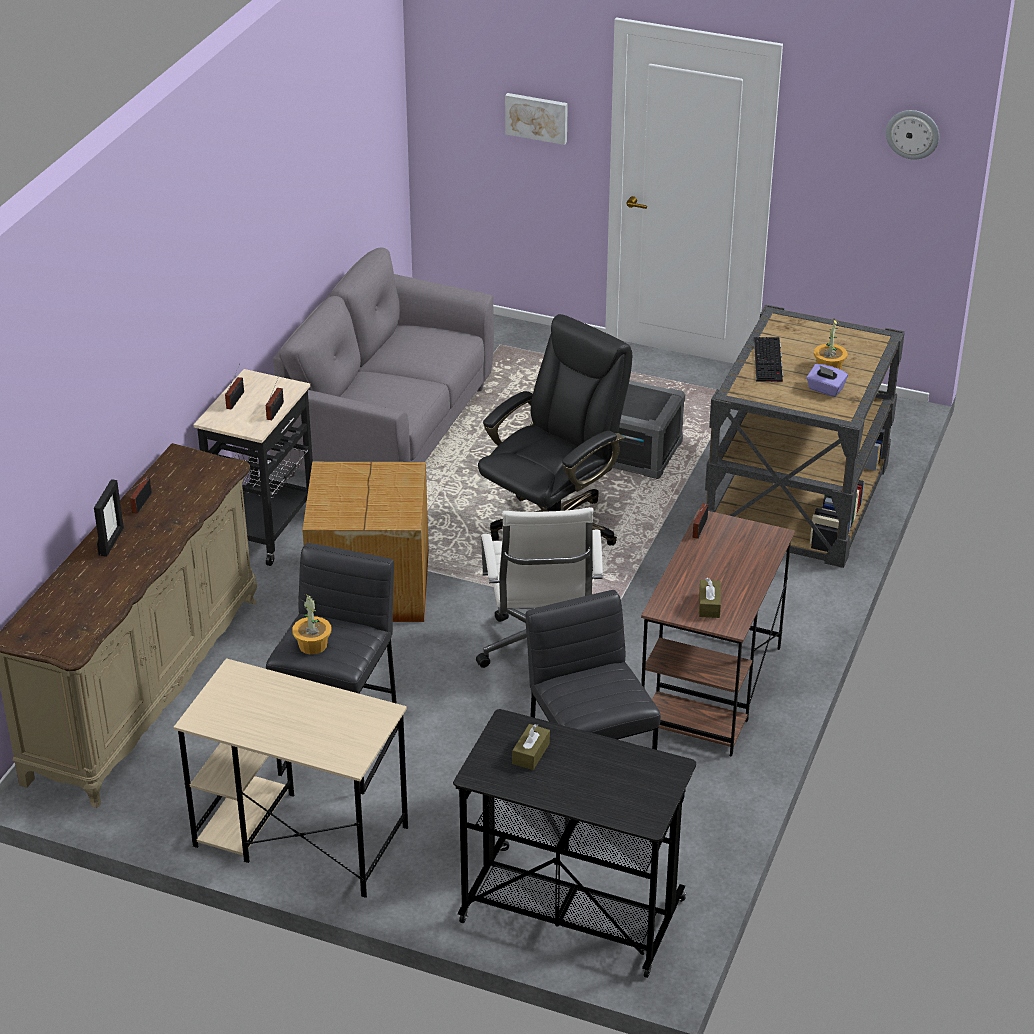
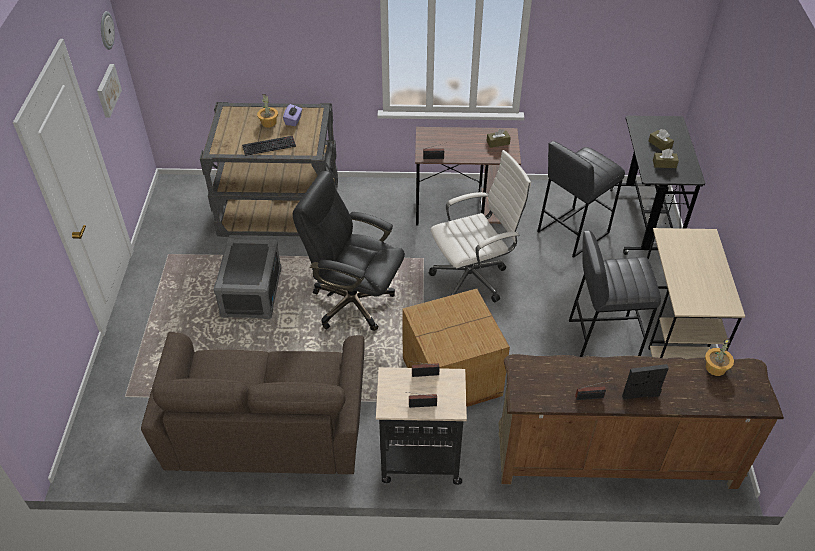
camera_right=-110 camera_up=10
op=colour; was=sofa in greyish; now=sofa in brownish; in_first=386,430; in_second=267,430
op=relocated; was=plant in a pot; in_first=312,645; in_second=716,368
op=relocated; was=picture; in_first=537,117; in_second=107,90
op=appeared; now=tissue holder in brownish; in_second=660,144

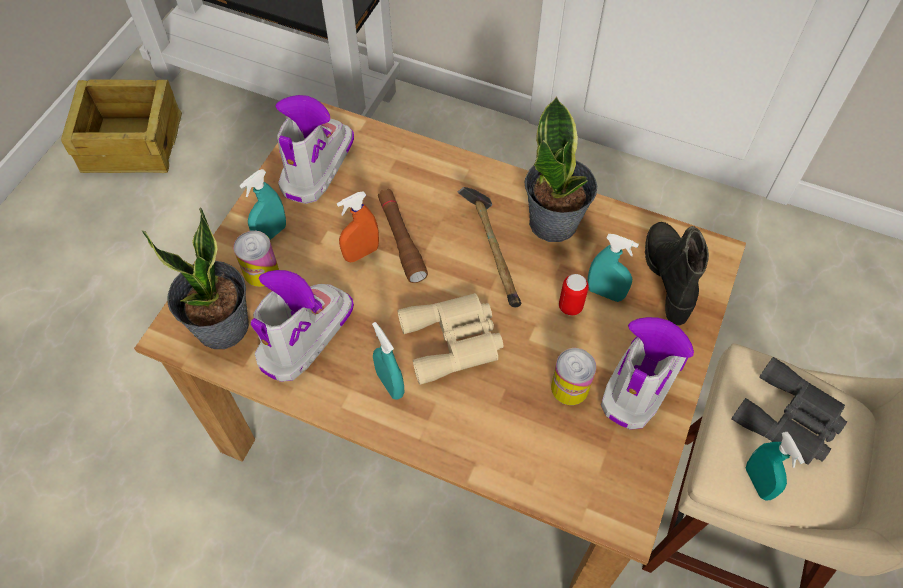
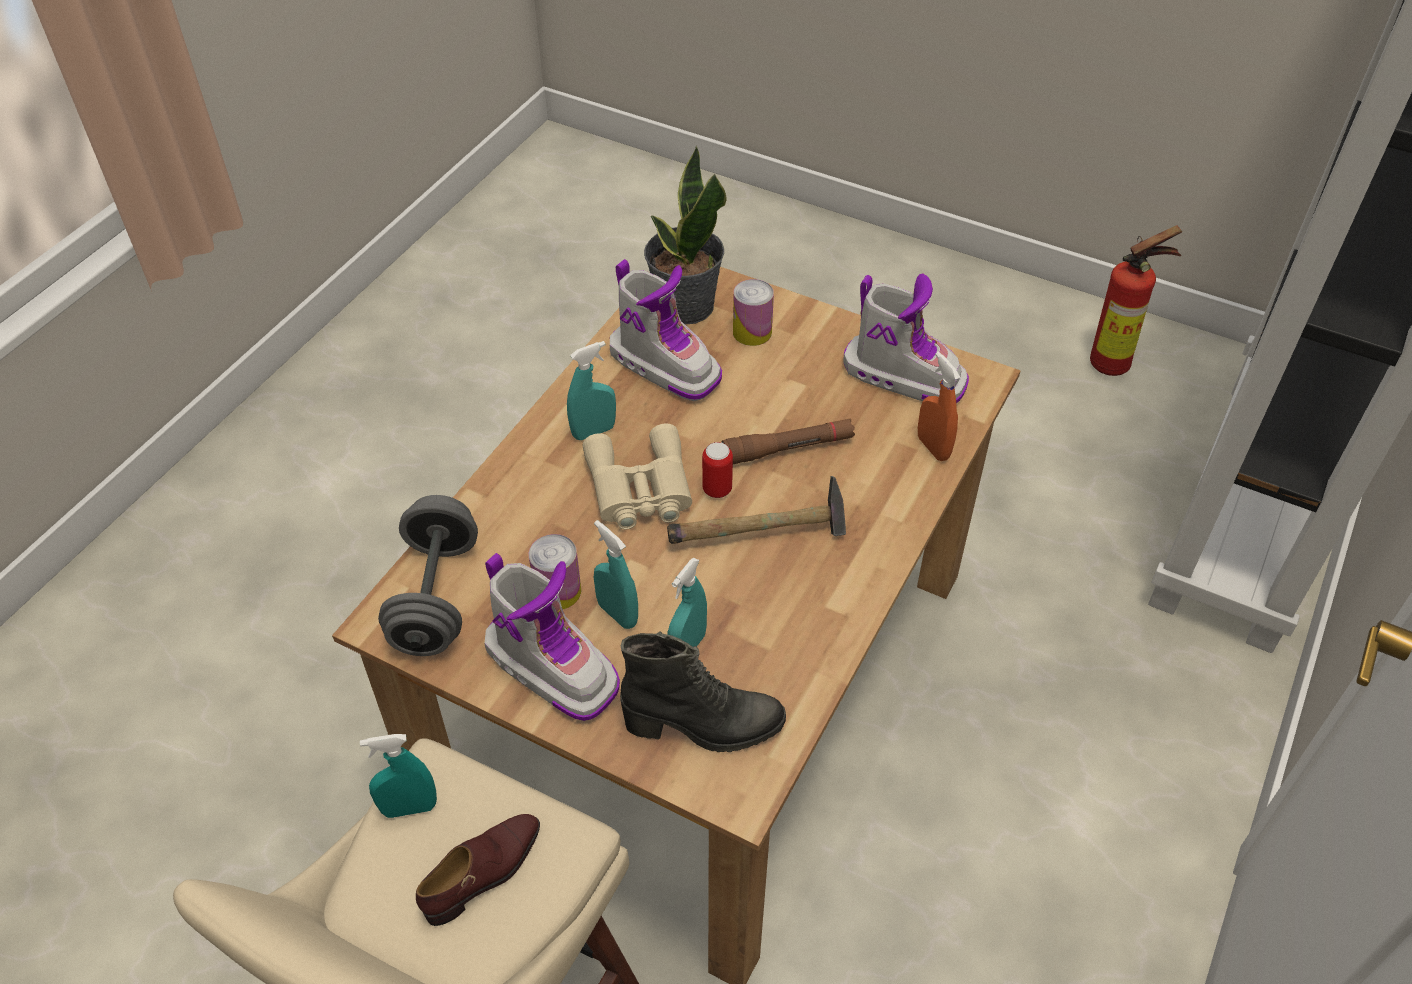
camera_right=95 camera_up=-10
op=exchanged; was=packing crate; now=fire extinguisher; in_first=131,142; in_second=1115,364
op=relocated; was=hand sprayer in turquoise; in_first=271,234; in_second=617,614
op=relocated; was=hand sprayer in orangey; in_first=361,253; in_second=933,447
op=missing; was=plant in a pot; in_first=554,222
op=relocated; was=can; in_first=570,307; in_second=717,489
op=exchanged; was=binoculars in greyish; now=item of footwear in brownish; in_first=790,420; in_second=484,873
op=appeared; now=free weight in greyish; in_second=435,597

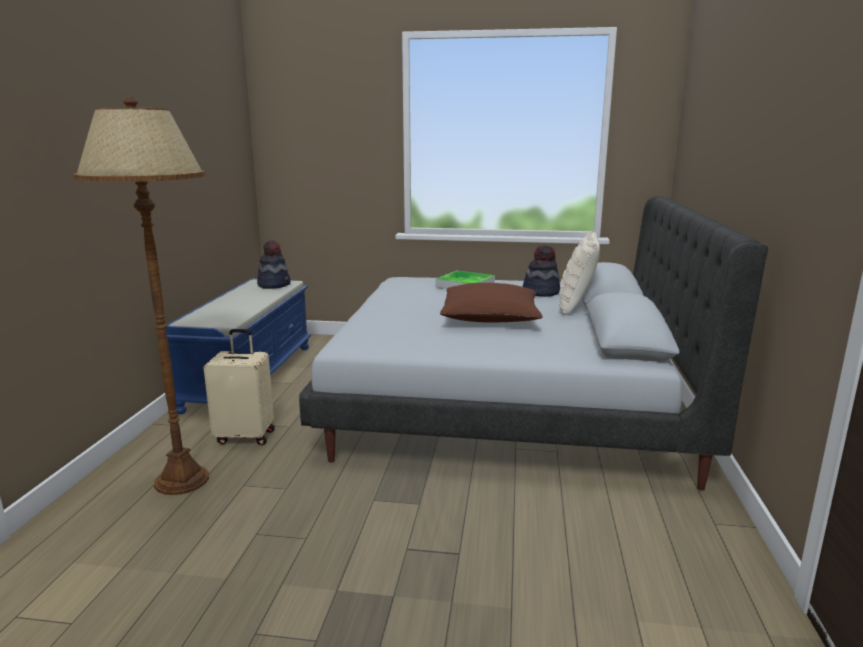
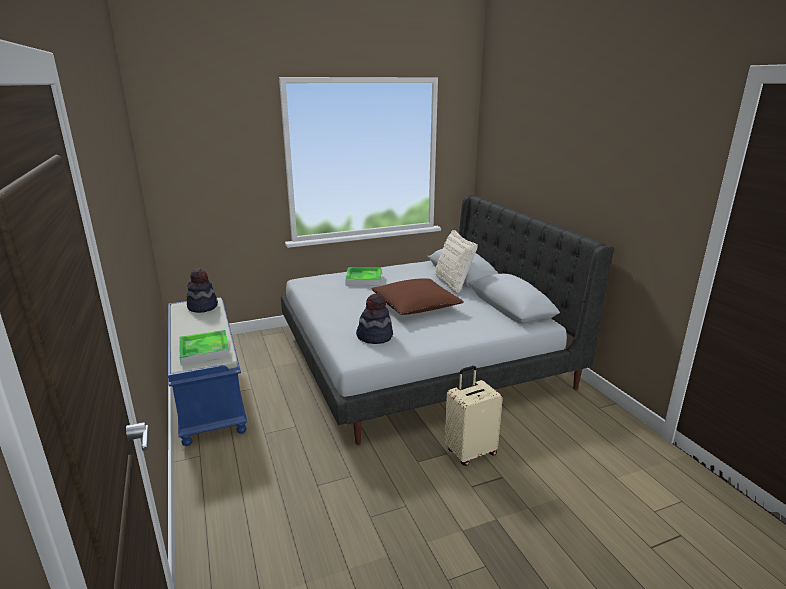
camera_right=-30 camera_up=5
op=missing; was=standard lamp in brownish; in_first=182,480
op=relocated; was=piece of luggage in beige-coloured; in_first=246,436; in_second=470,452
op=relocated; was=hat; in_first=541,292; in_second=375,336
op=appeared; now=serving tray; in_second=204,350

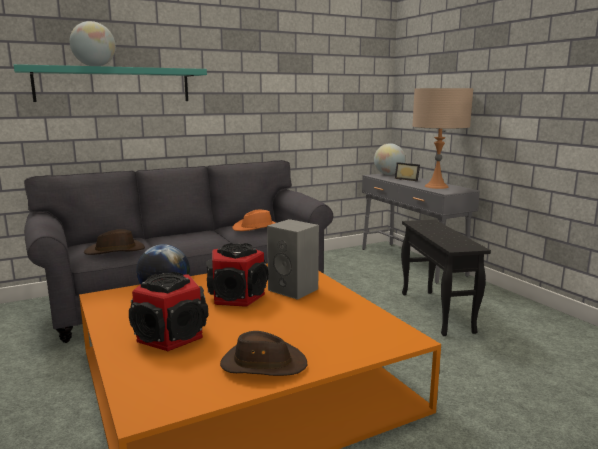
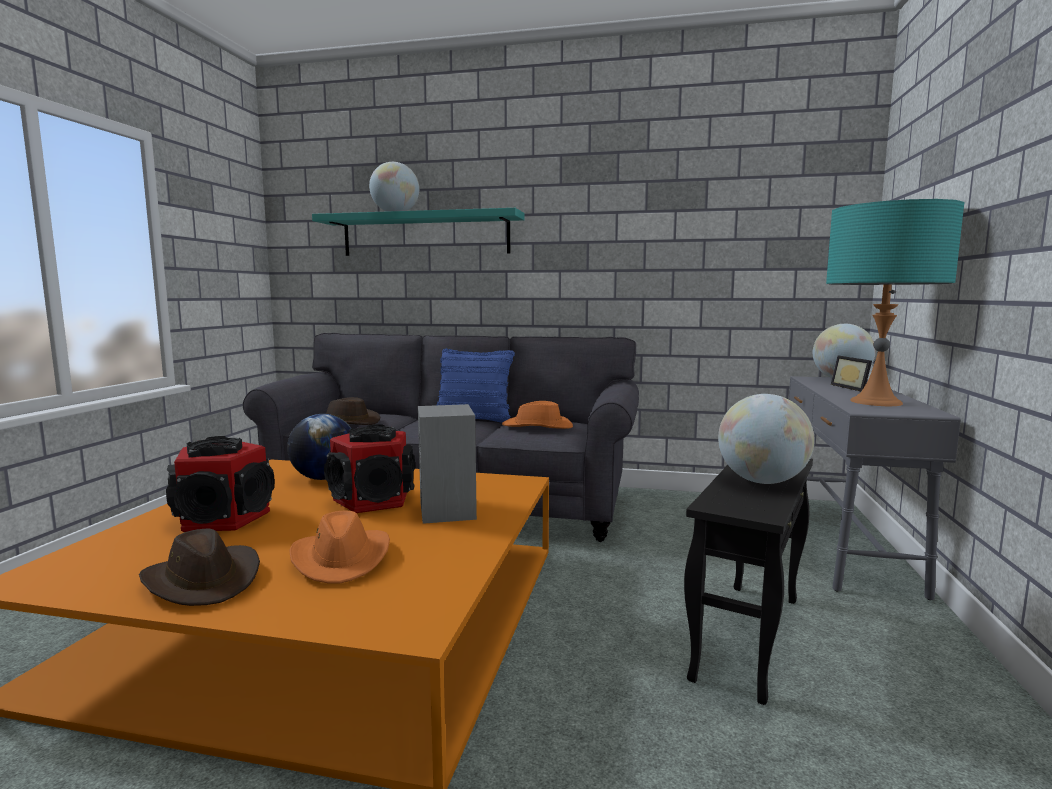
camera_right=40 camera_up=-5
op=colour; was=lamp for a table in beige-coloured; now=lamp for a table in turquoise; in_first=436,186; in_second=876,402
op=appeared; now=hat in orangey; in_second=342,559
op=appeared; now=throw pillow in blue-coloured; in_second=475,420
op=appeared; now=world globe; in_second=762,481

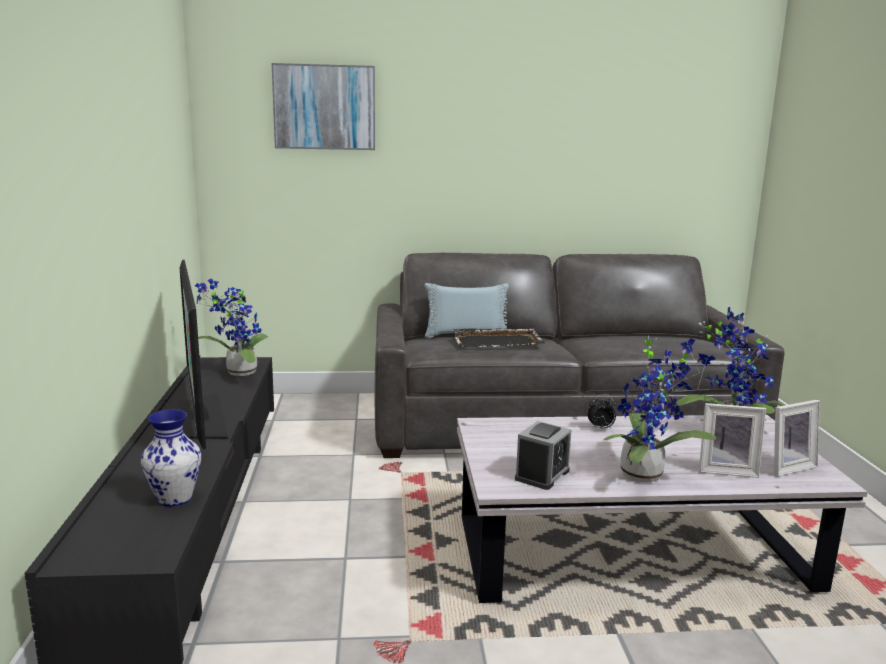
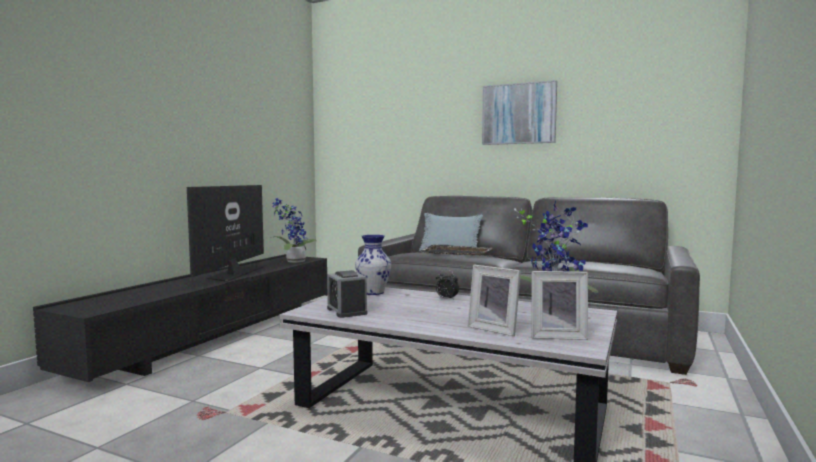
camera_right=30 camera_up=-10
op=relocated; was=decorative vase; in_first=174,499; in_second=373,292
op=relocated; was=picture; in_first=324,107; in_second=518,114
op=spun; was=bedside clock; in_first=542,475; in_second=346,311; clockwise=90
op=missing; was=plant in a pot; in_first=647,474

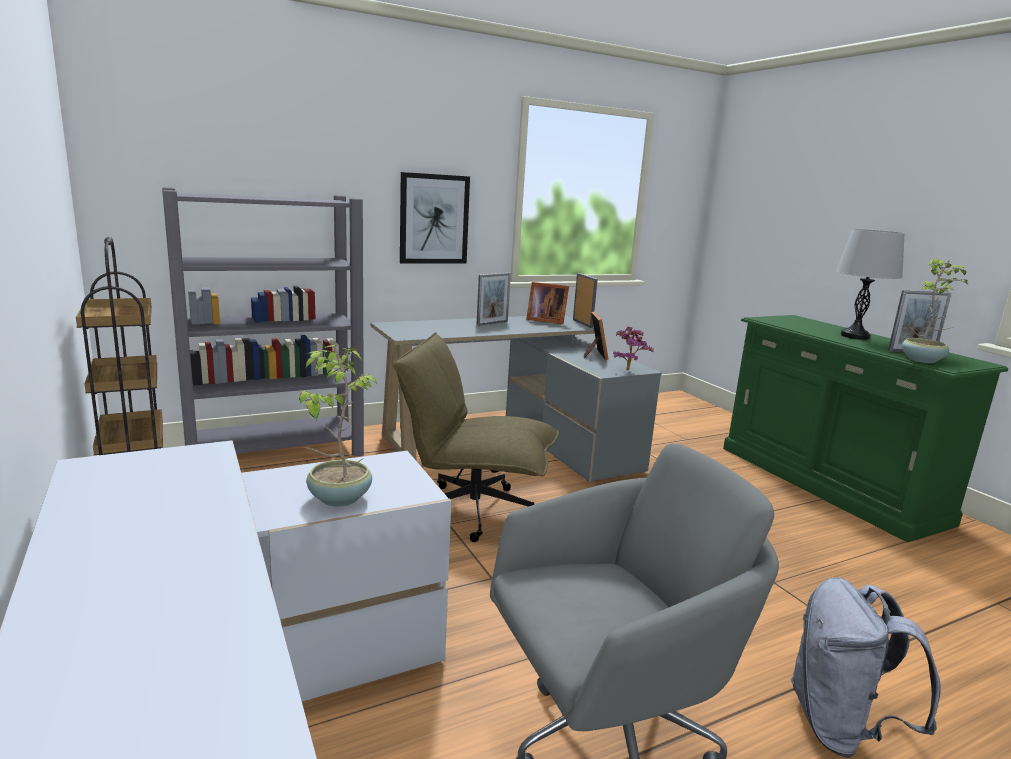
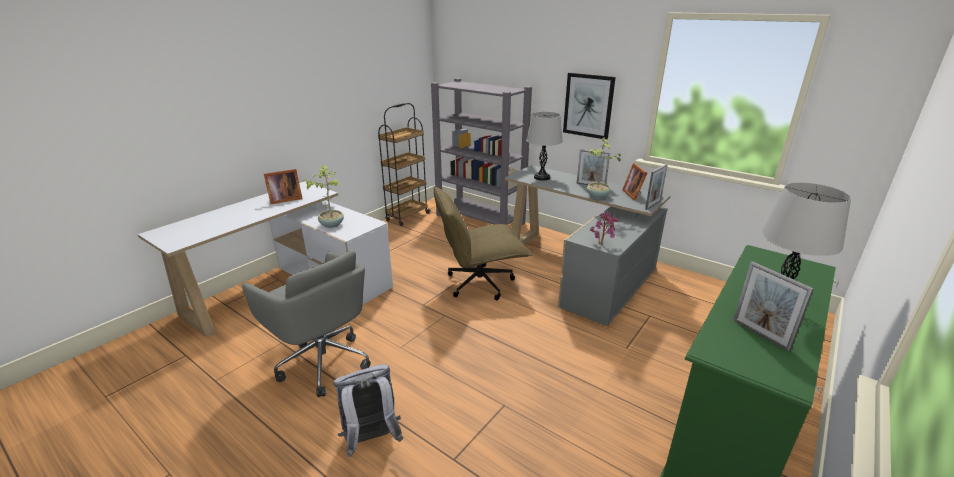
camera_right=65 camera_up=10
op=spun; was=office chair in beige-coloured; in_first=476,511; in_second=480,283; clockwise=-90
op=relocated; was=photo frame; in_first=594,355; in_second=284,199
op=relocated; was=plant in a pot; in_first=923,360; in_second=597,196
op=appeared; now=lamp for a table in greyish; in_second=541,177

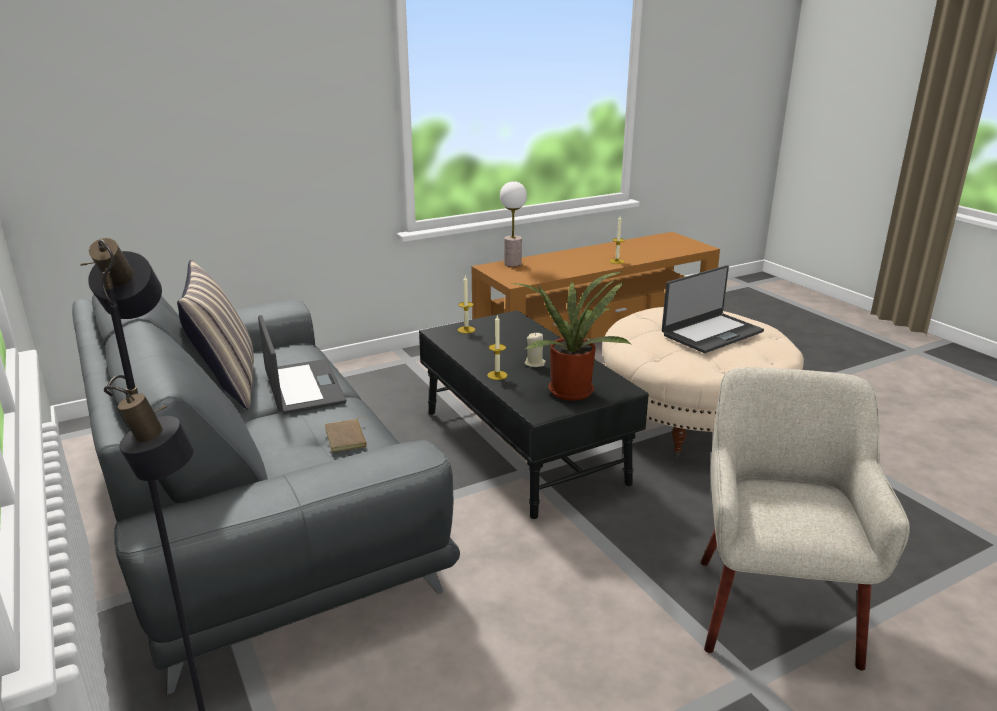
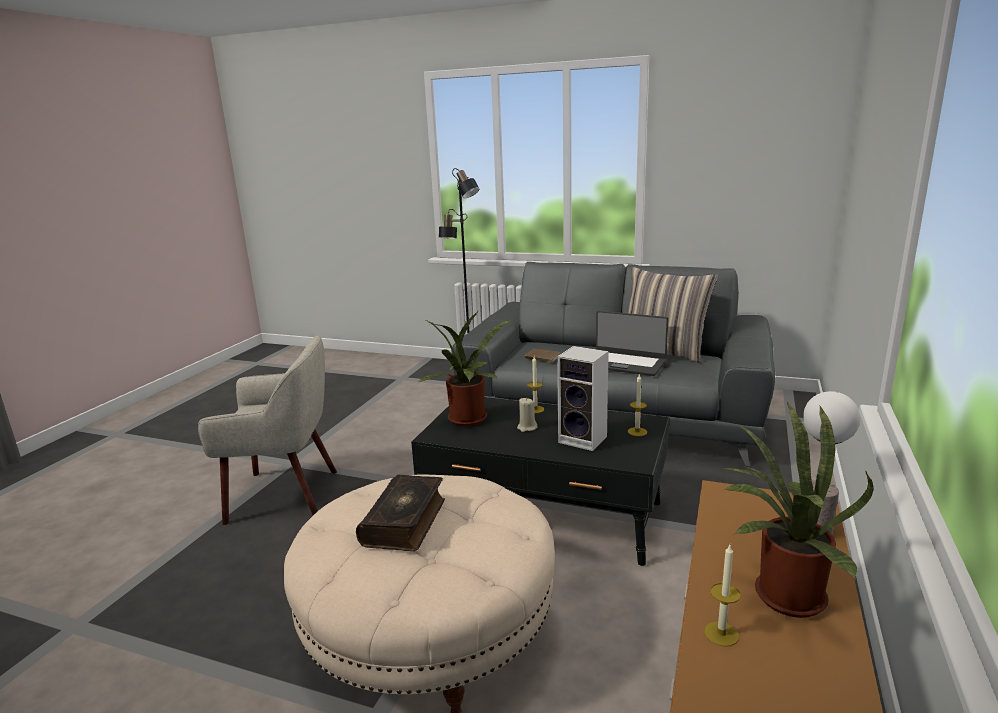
camera_right=140 camera_up=-5
op=exchanged; was=laptop; now=volume; in_first=711,333; in_second=405,522
op=spun; was=armchair in beige-coloured; in_first=772,608; in_second=285,495; clockwise=-60
op=appeared; now=audio speaker; in_second=584,439
op=appeared; now=plant in a pot; in_second=781,596

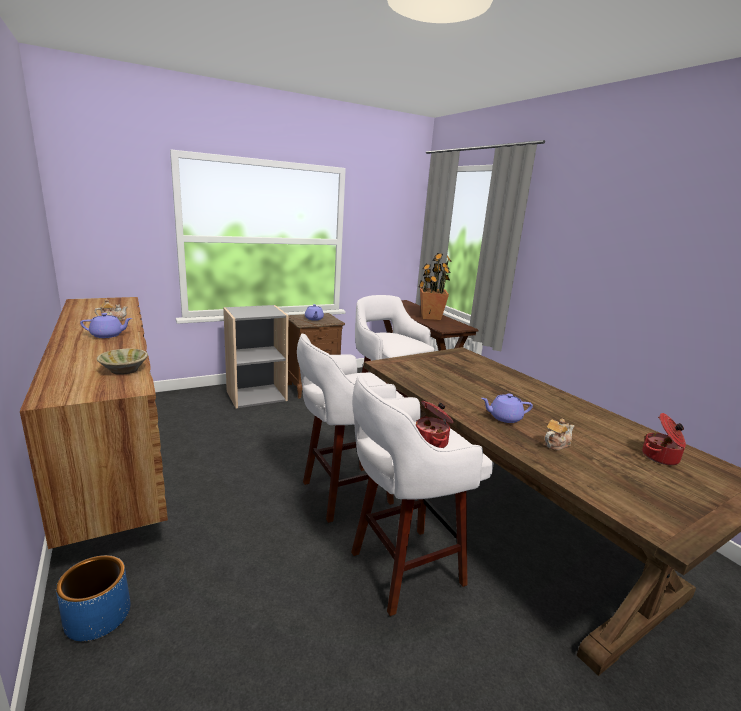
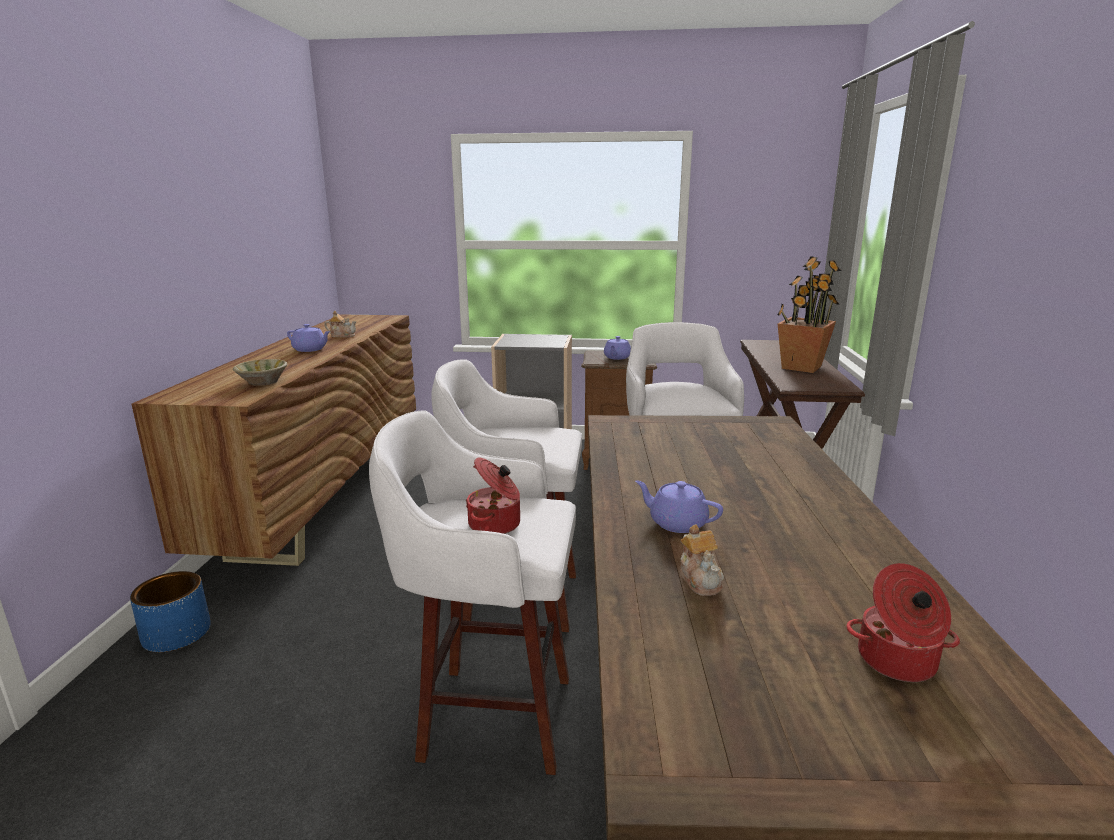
camera_right=35 camera_up=0
op=spun; was=teapot; in_first=556,444; in_second=700,579; clockwise=75

